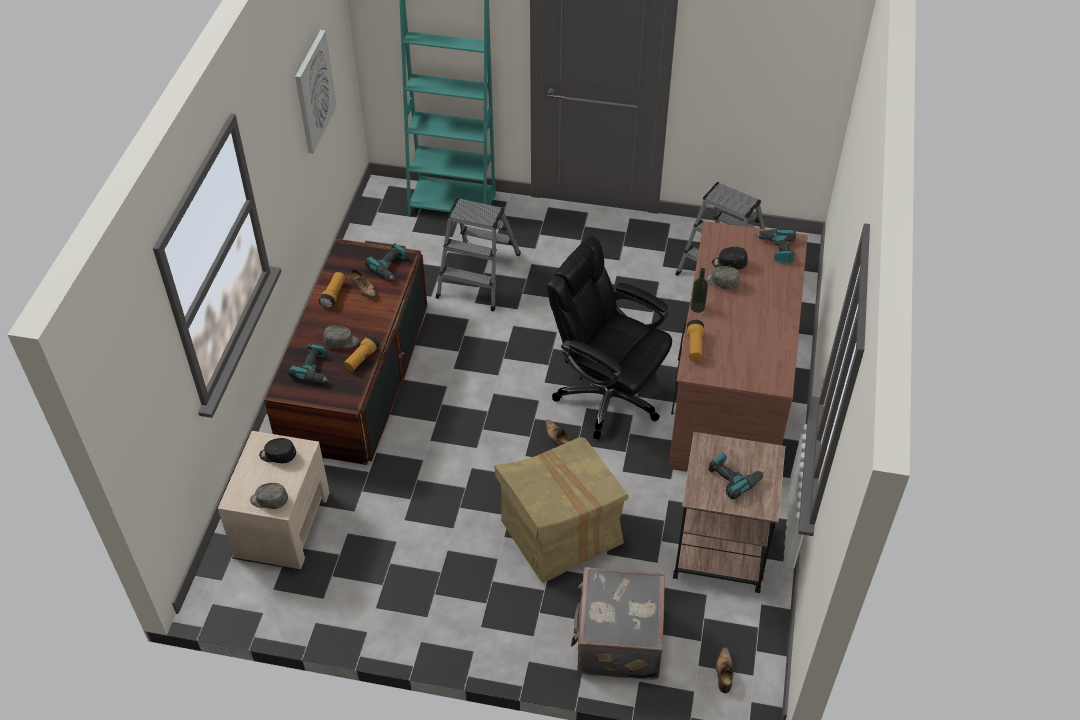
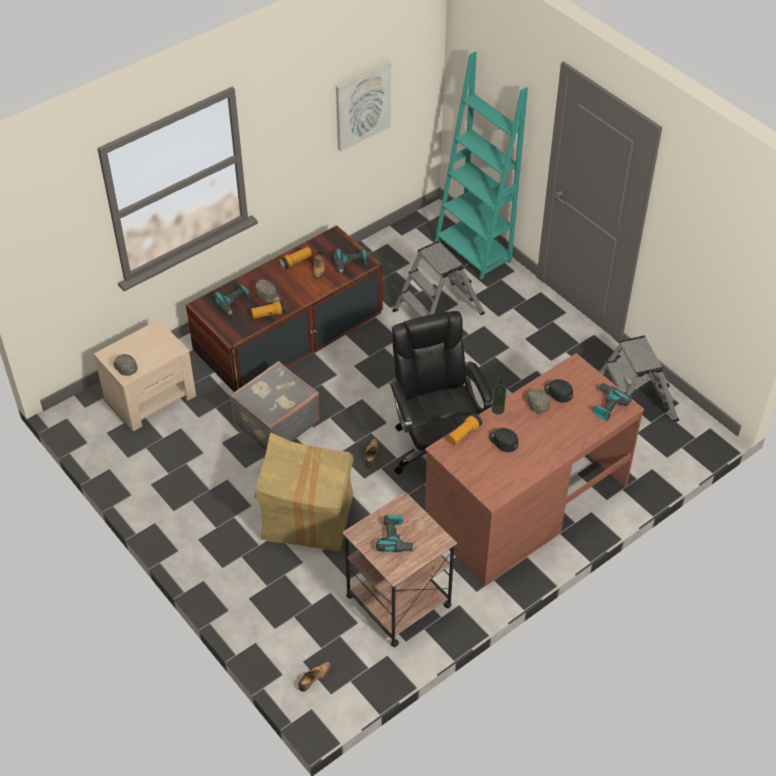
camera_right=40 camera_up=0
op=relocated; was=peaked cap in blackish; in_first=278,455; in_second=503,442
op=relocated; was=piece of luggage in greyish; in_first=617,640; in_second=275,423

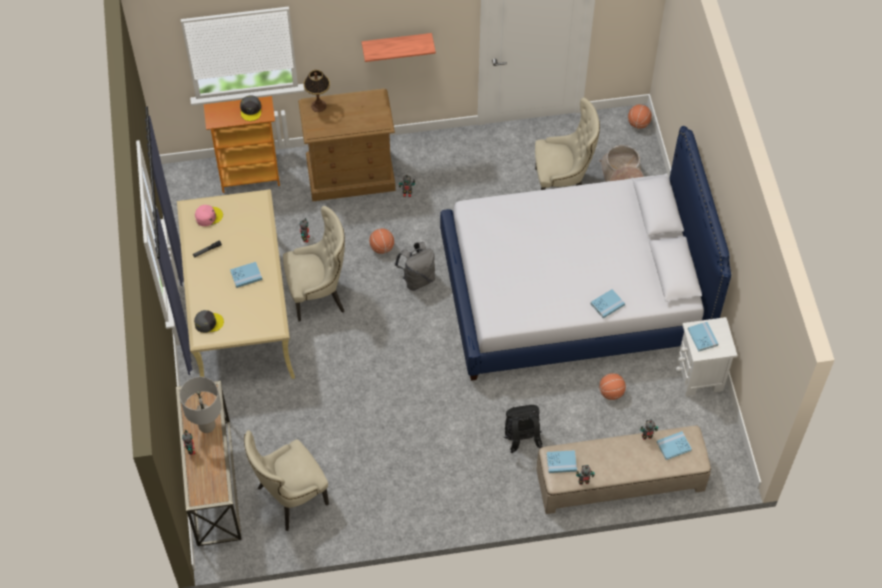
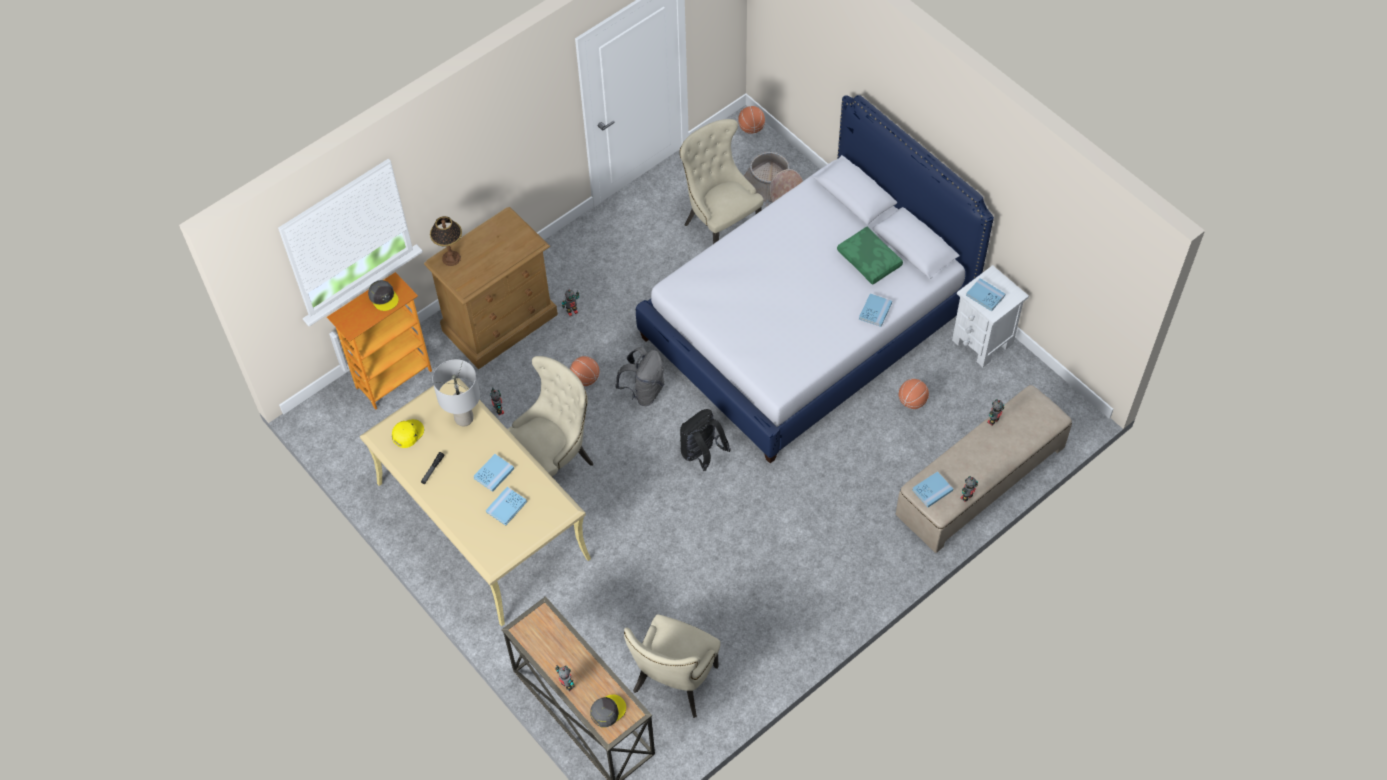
camera_right=-30 camera_up=0
op=relocated; was=lamp for a table in greyish; in_first=207,426; in_second=464,418
op=relocated; was=peaked cap in greyish; in_first=208,322; in_second=607,711
op=colour; was=peaked cap in pinkish; now=peaked cap in yellow-coloured; in_first=208,216; in_second=407,434
op=missing; was=shelf; in_first=396,45
op=relocated; was=knapsack in blackish; in_first=521,439; in_second=702,454
op=spun; was=plain chair in beige-coloured; in_first=562,186; in_second=721,225; clockwise=-90
op=relocated; was=volume in blue-coloured; in_first=673,446; in_second=506,507
op=appeared; now=throw pillow in green; in_second=870,260

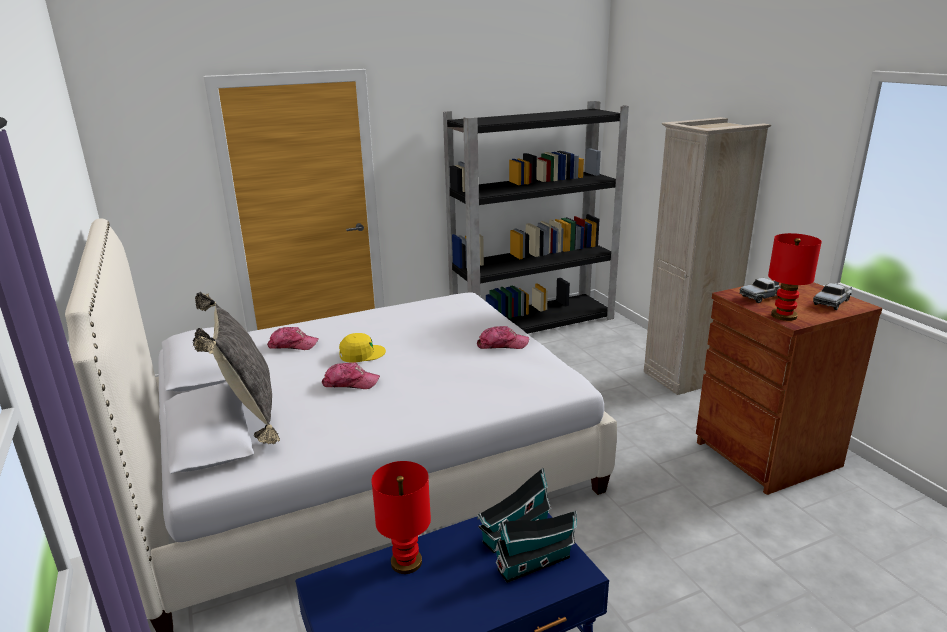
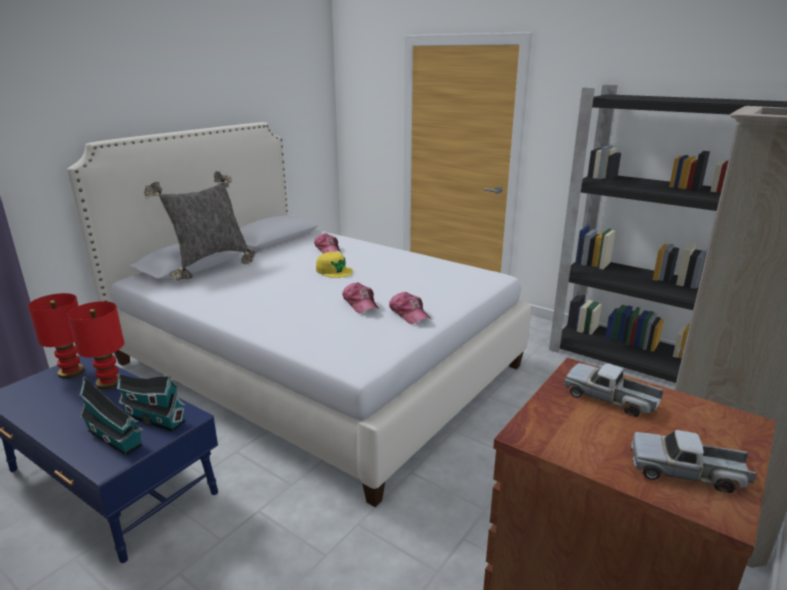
camera_right=60 camera_up=0
op=relocated; was=peaked cap; in_first=350,383; in_second=360,304
op=relocated; was=lamp for a table in reddish; in_first=784,316; in_second=70,372

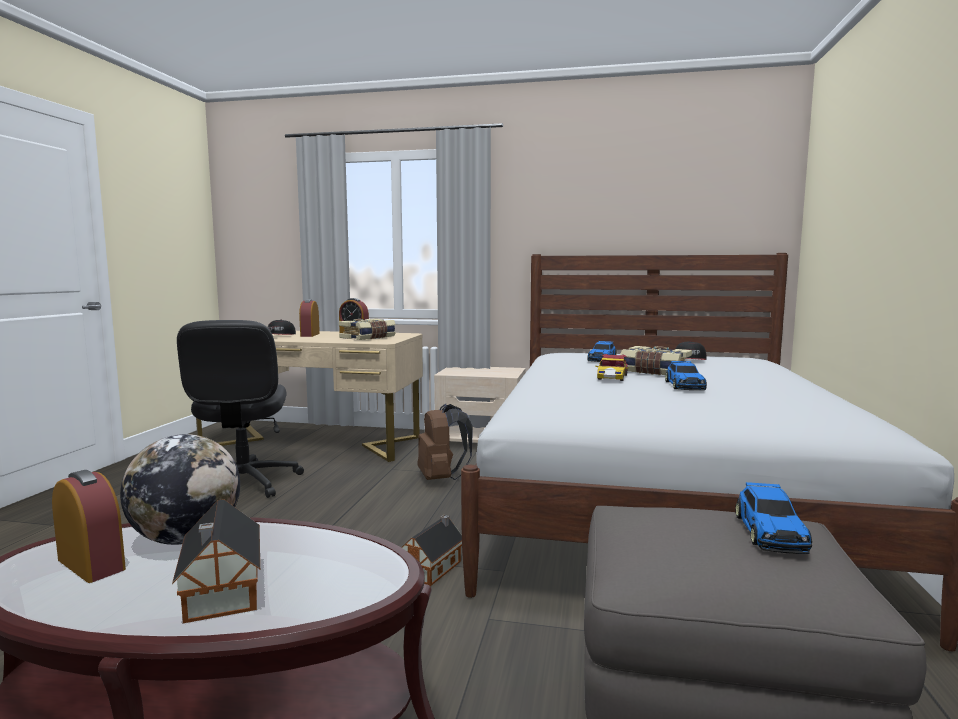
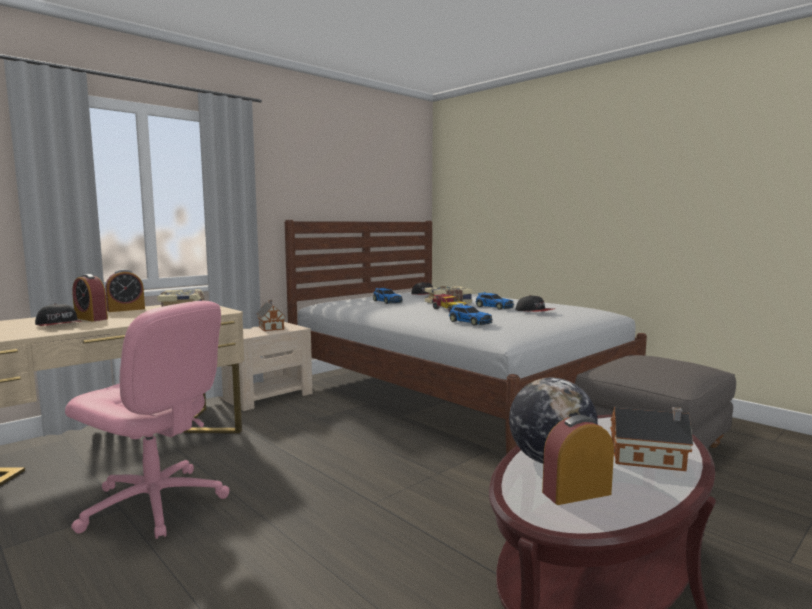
camera_right=-55 camera_up=0
op=colour; was=office chair in blackish; now=office chair in pinkish; in_first=243,483; in_second=154,504
op=relocated; was=model house; in_first=433,567; in_second=271,327
op=missing; was=knapsack in brownish; in_first=441,478
op=relocated; was=toy car; in_first=771,532; in_second=469,322
op=appeared; now=peaked cap; in_second=535,311

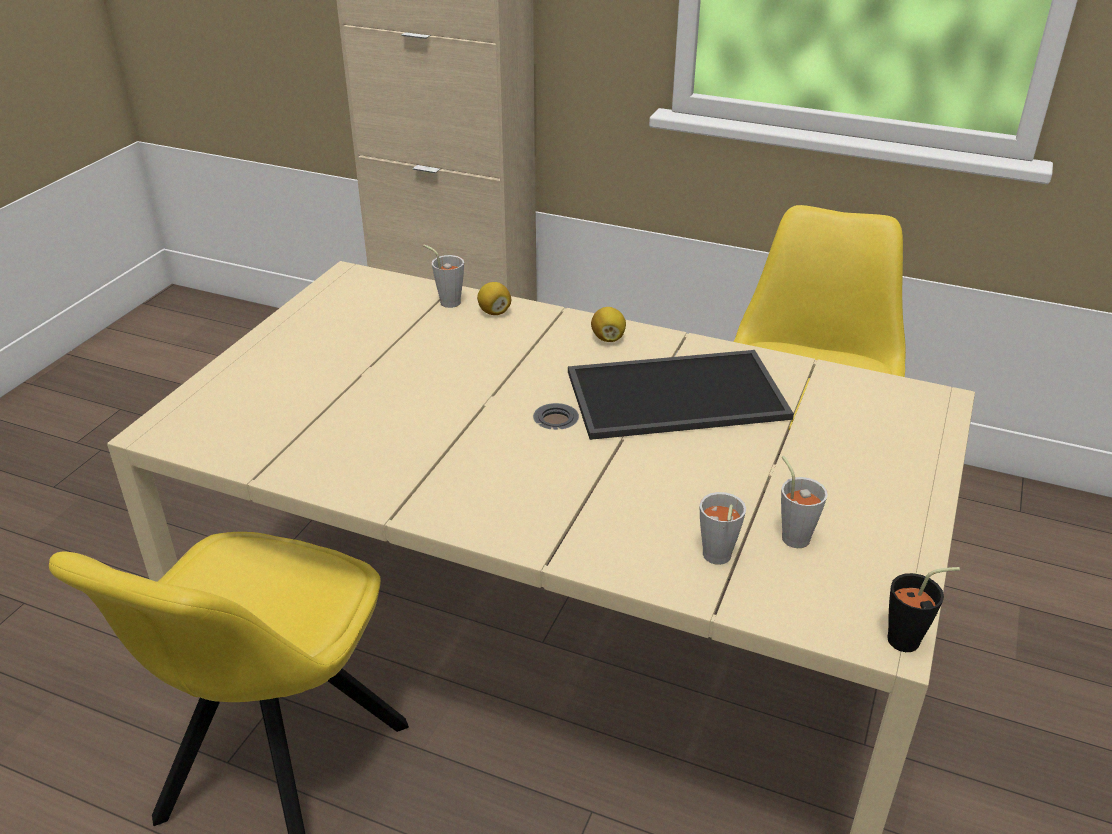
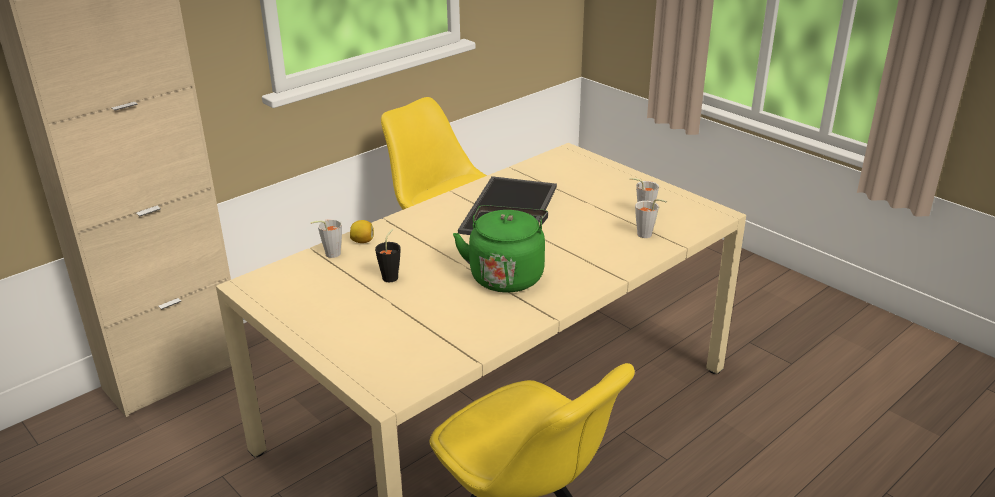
camera_right=-65 camera_up=-5
op=missing; was=whole lemon; in_first=608,338
op=relocated; was=drinking cup in blackish; in_first=911,640; in_second=392,276
op=appeared; now=water kettle in green; in_second=506,275

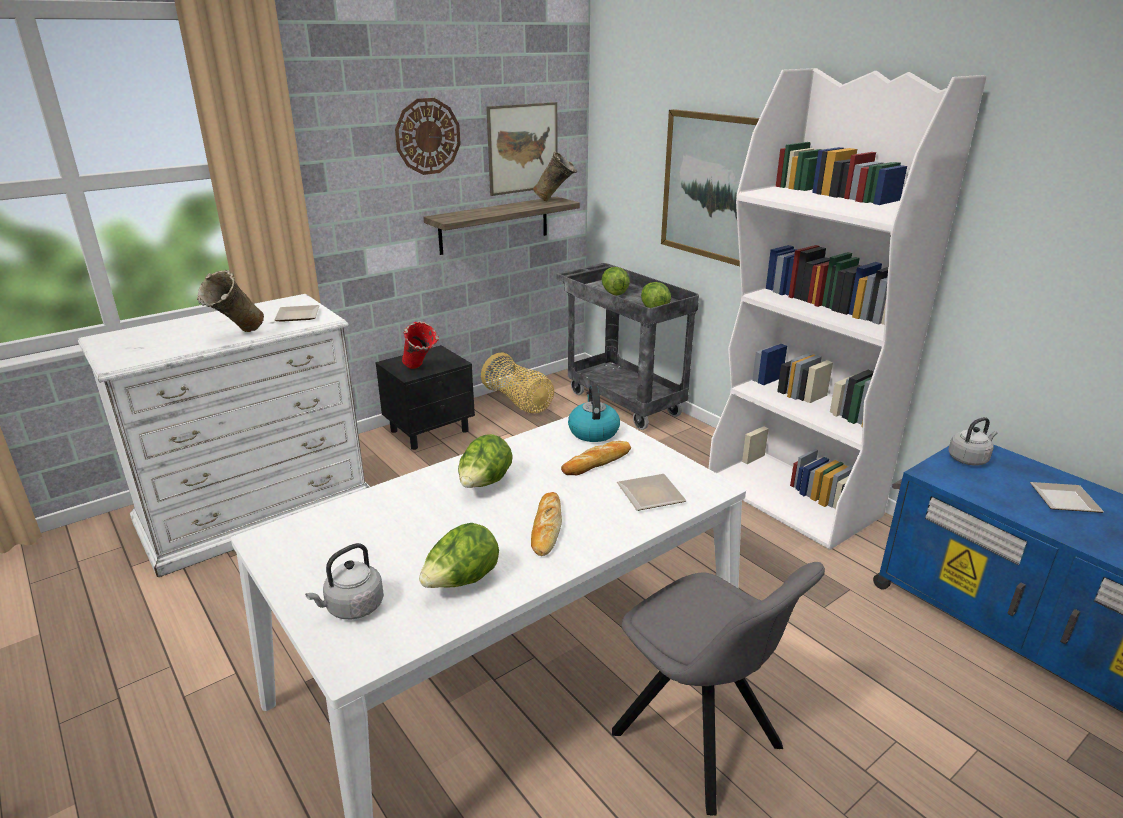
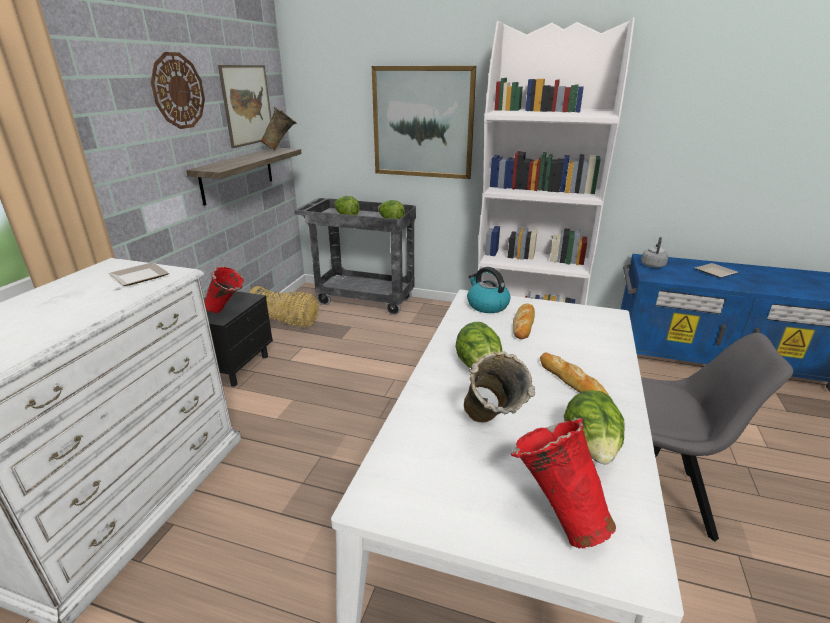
camera_right=-35 camera_up=0
op=relocated; was=decorative vase in beige-coloured; in_first=237,336; in_second=490,433
op=exchanged; was=water kettle in greyish; now=decorative vase in reddish; in_first=352,608; in_second=554,519
op=missing; was=dinner plate; in_first=648,494

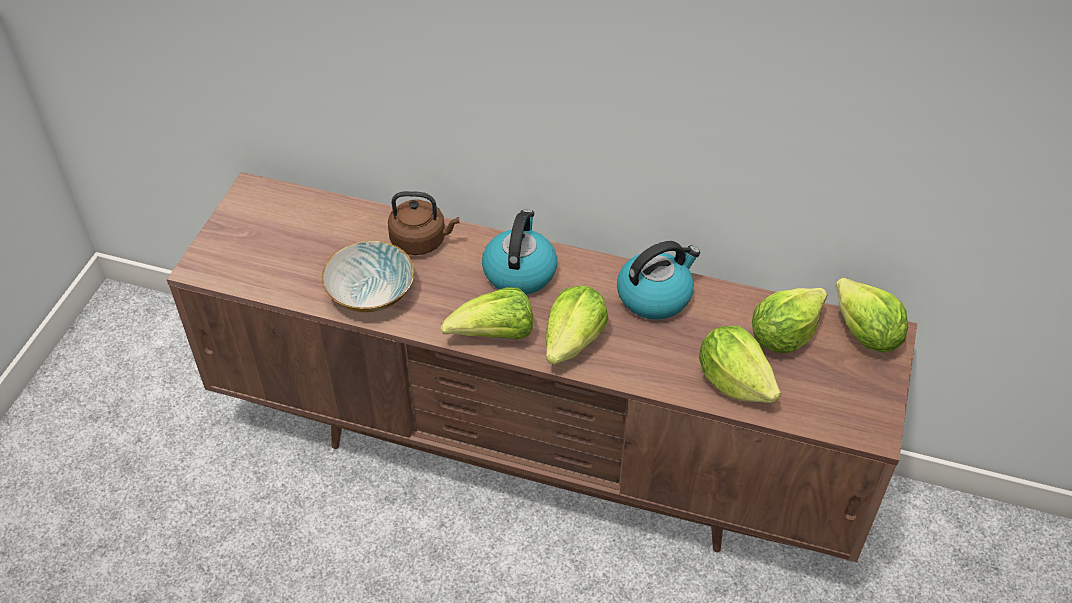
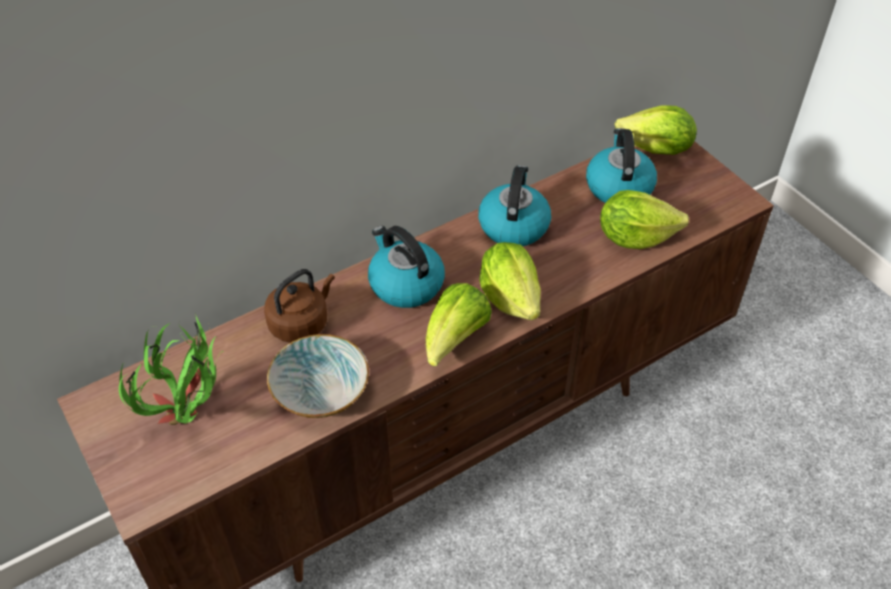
camera_right=-50 camera_up=0
op=exchanged; was=lettuce head; now=water kettle; in_first=783,335; in_second=618,187
op=appeared; now=plant in a pot; in_second=193,416

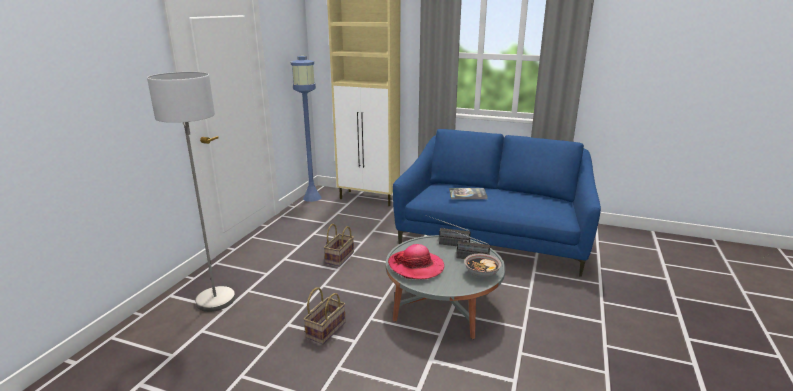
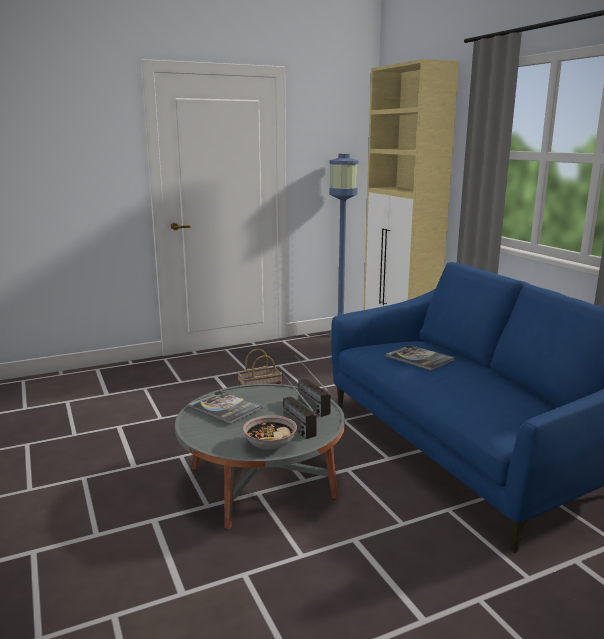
camera_right=45 camera_up=-5
op=missing; was=standard lamp in greyish; in_first=217,306
op=missing; was=basket; in_first=326,329
op=exchanged; was=hat; now=volume; in_first=416,266; in_second=224,408

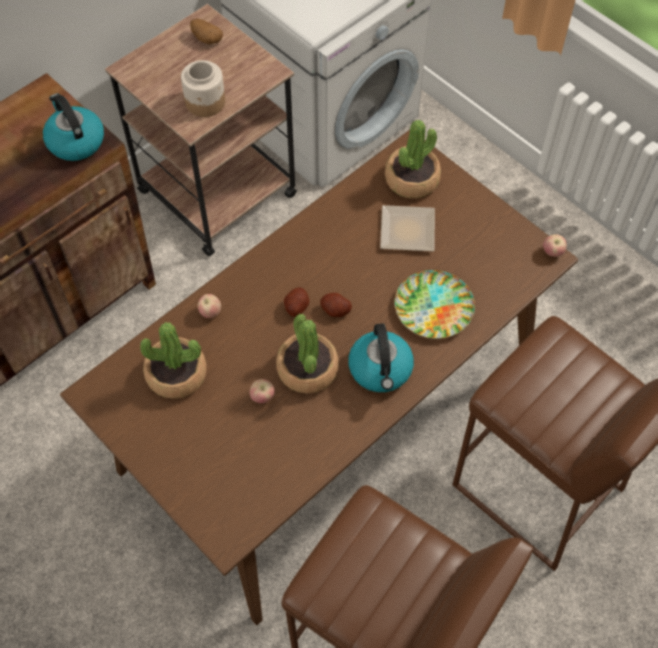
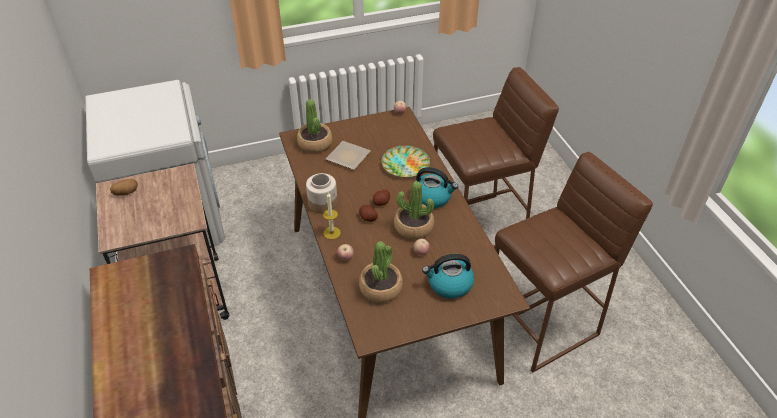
camera_right=-65 camera_up=-15
op=relocated; was=water kettle; in_first=75,141; in_second=449,284
op=relocated; was=preserve jar; in_first=205,102; in_second=323,203
op=appeared; now=wax light; in_second=331,233

